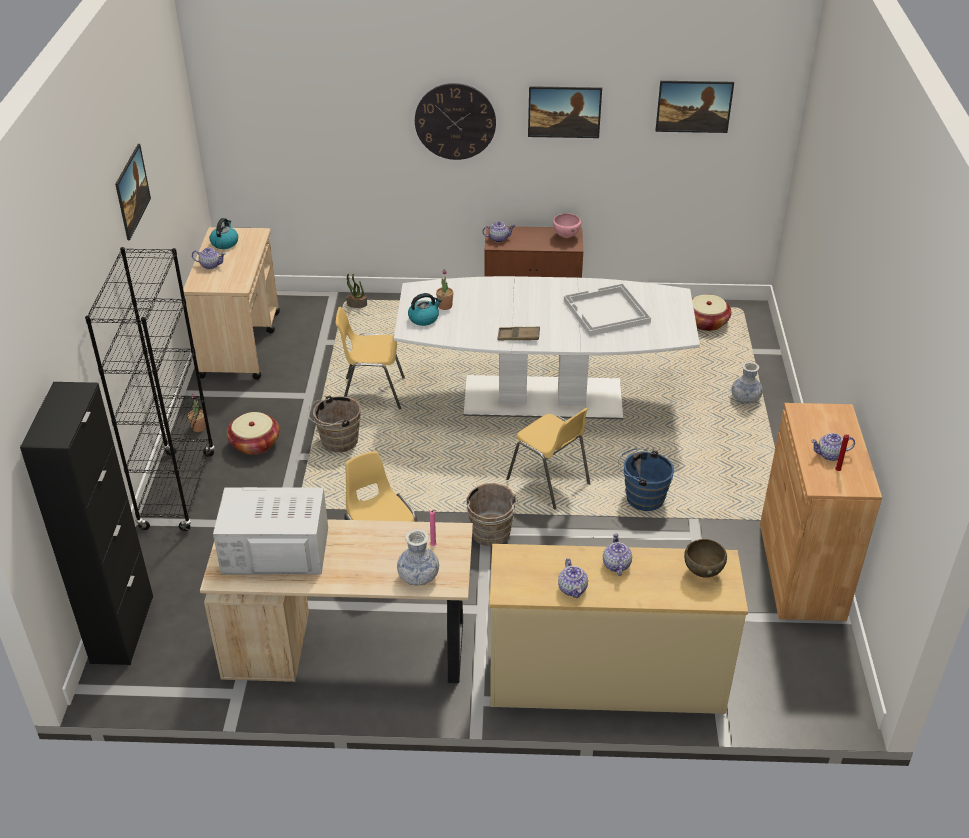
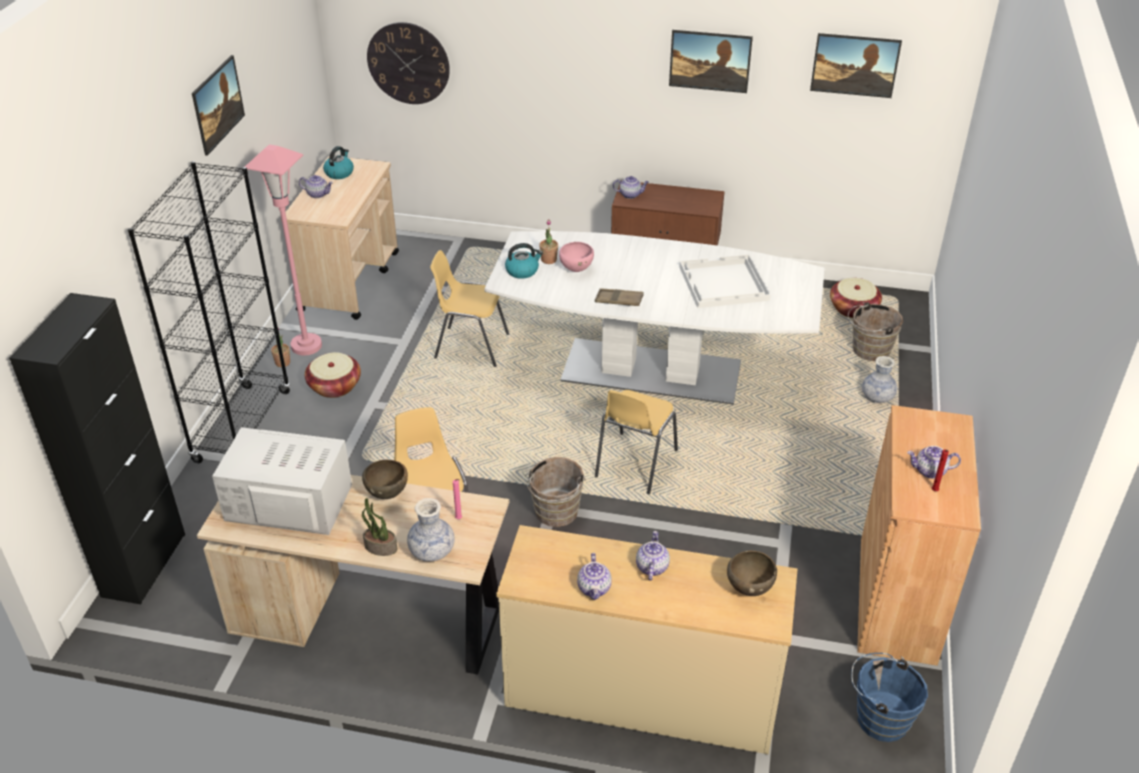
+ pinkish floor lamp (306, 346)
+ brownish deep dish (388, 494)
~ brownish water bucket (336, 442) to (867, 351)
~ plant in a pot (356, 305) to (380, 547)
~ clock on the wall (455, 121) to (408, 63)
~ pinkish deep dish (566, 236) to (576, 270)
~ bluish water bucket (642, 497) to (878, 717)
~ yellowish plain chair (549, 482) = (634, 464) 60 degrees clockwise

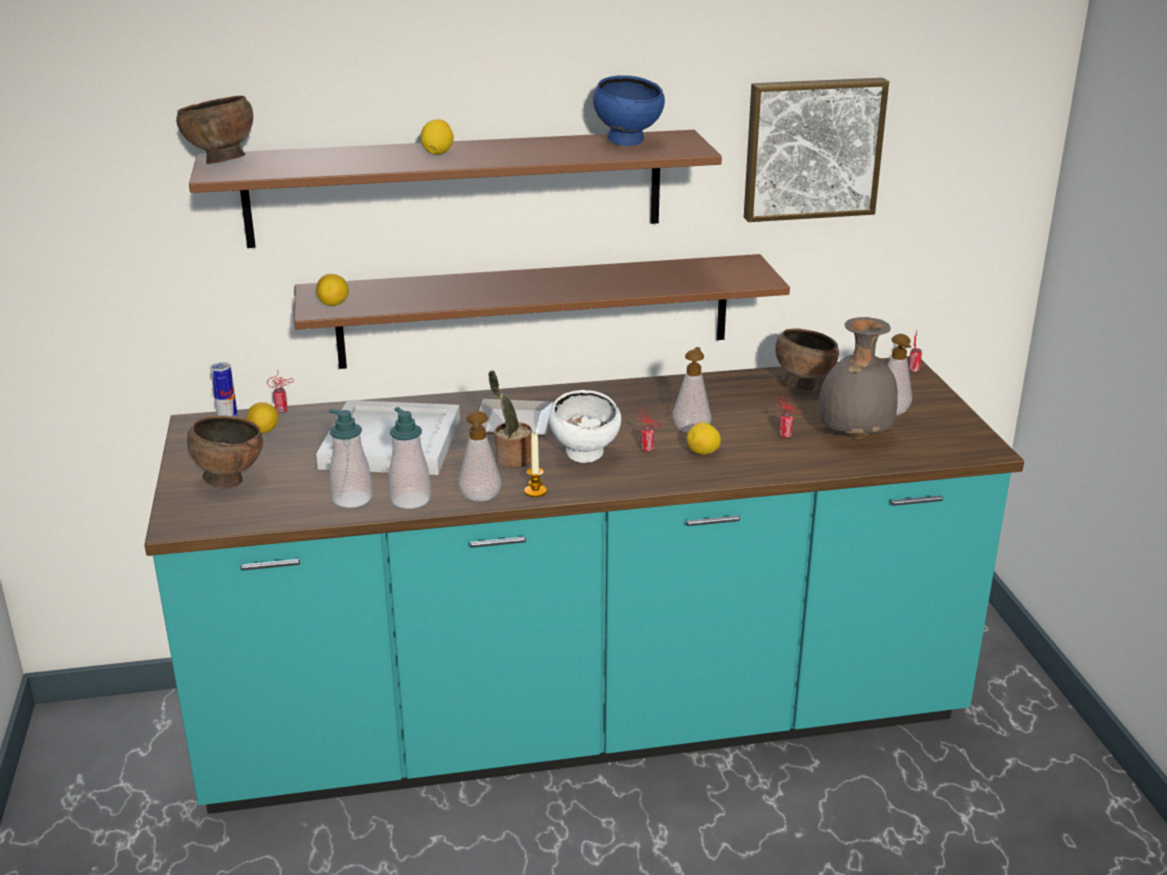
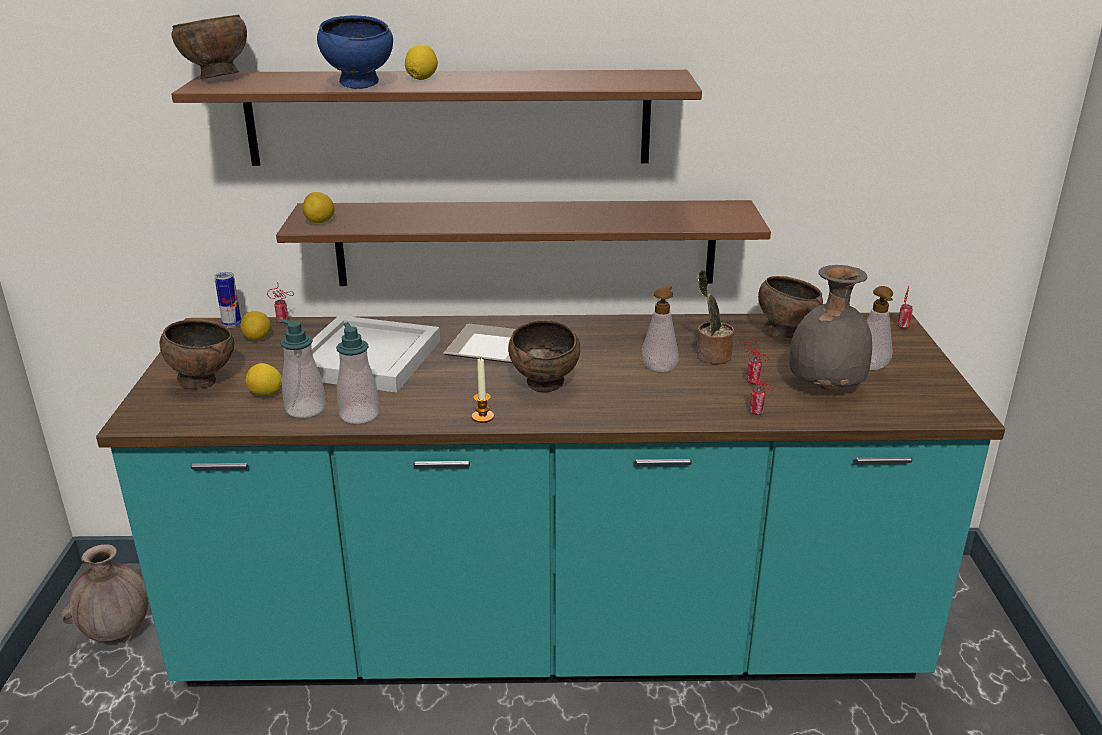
- liquid soap bottle (480, 499)
- picture (812, 148)
+ brownish flower vase (118, 634)
~ plant in a pot (511, 459) to (711, 357)
~ bluish deep dish (629, 143) to (361, 86)
~ sealed can (648, 450) to (757, 413)
~ citrus fruit (703, 453) to (266, 394)
~ whitish deep dish (586, 457) to brownish deep dish (546, 387)

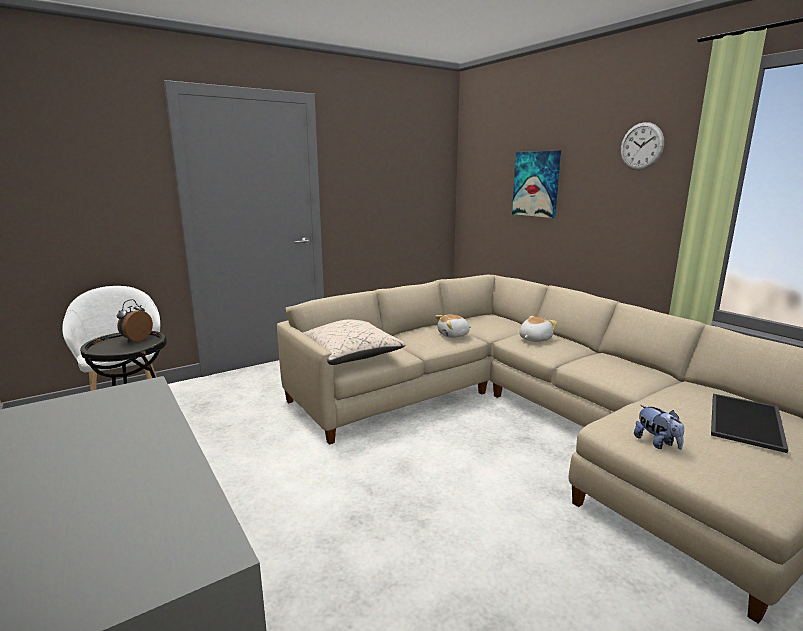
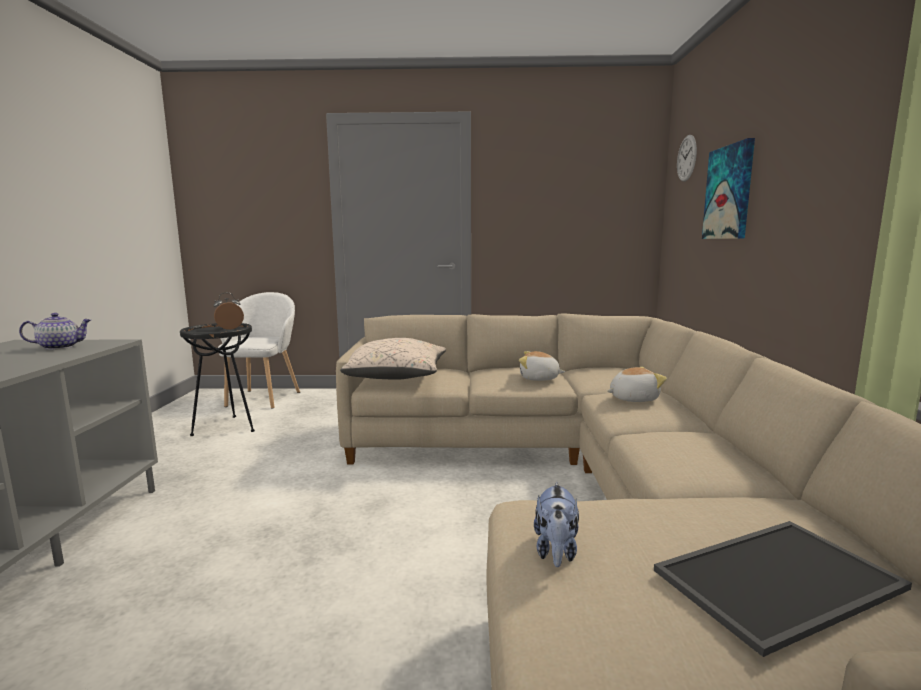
+ pot for tea (60, 347)
~ clock on the wall (641, 146) to (686, 158)

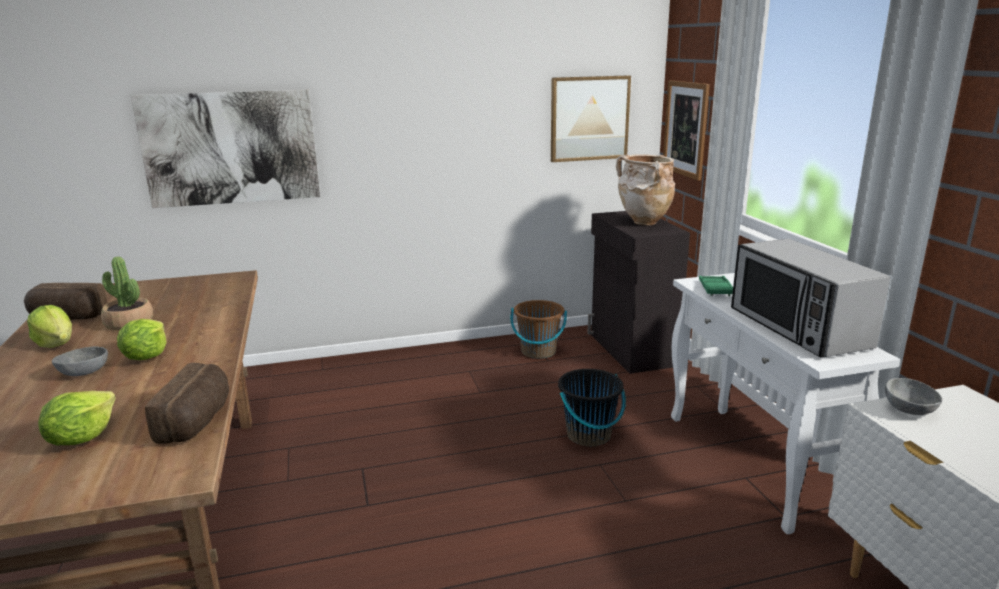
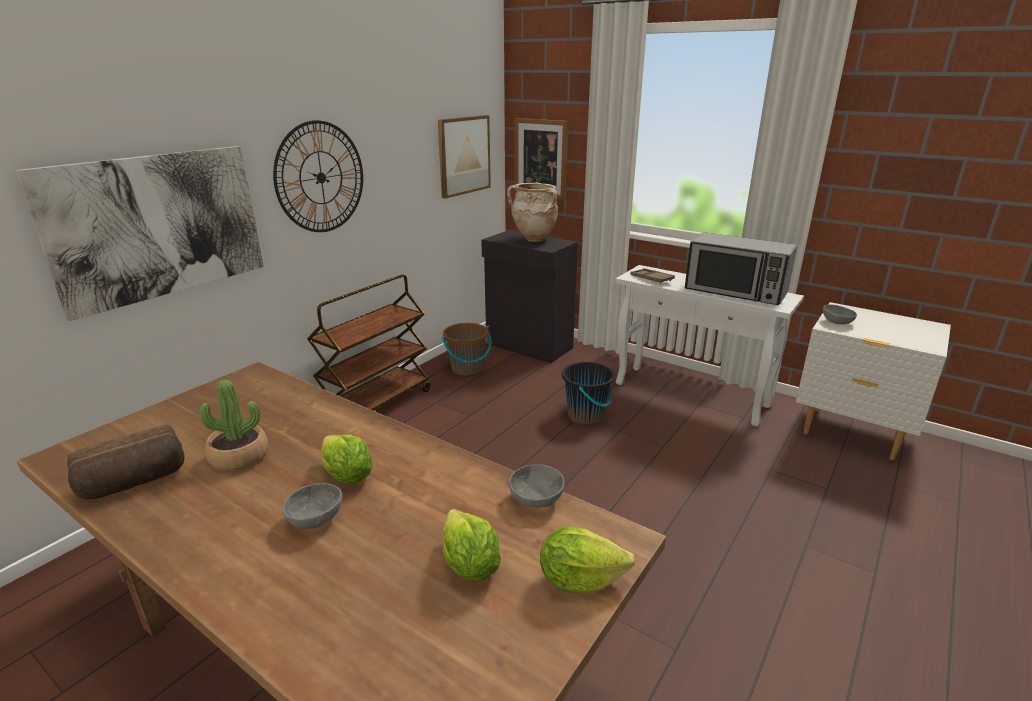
+ clock on the wall (321, 177)
+ brownish cart (377, 404)
~ head of lettuce (56, 344) to (579, 579)
~ bakery bread (198, 421) to gray deep dish (536, 500)
~ greenish tray (715, 289) to brownish tray (651, 279)

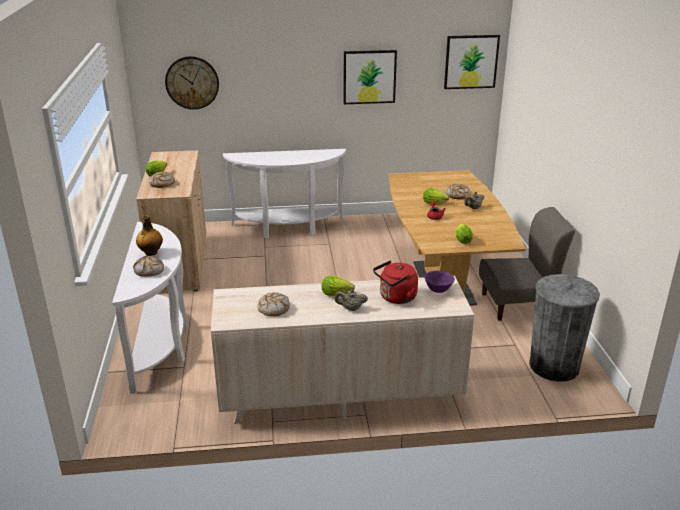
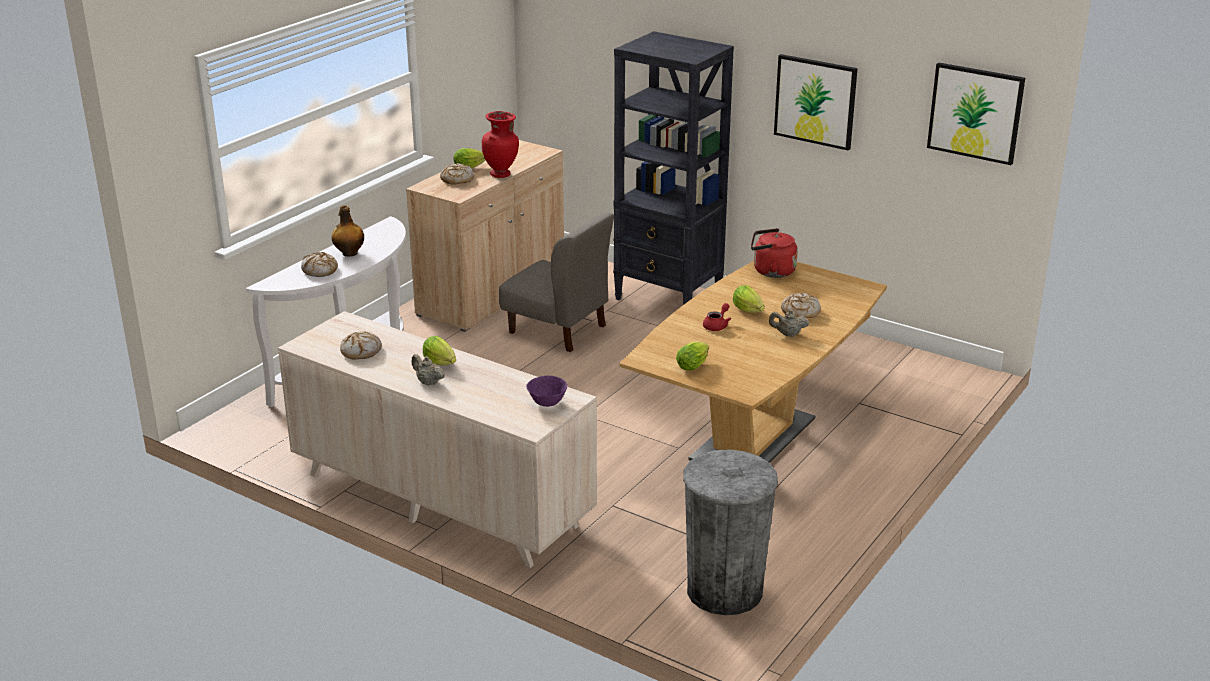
- clock on the wall (192, 82)
+ reddish flower vase (501, 175)
~ reddish water kettle (396, 298) to (771, 271)
~ gray plain chair (517, 305) to (558, 329)
~ whitish narrow table (288, 228) to black bookcase (669, 298)

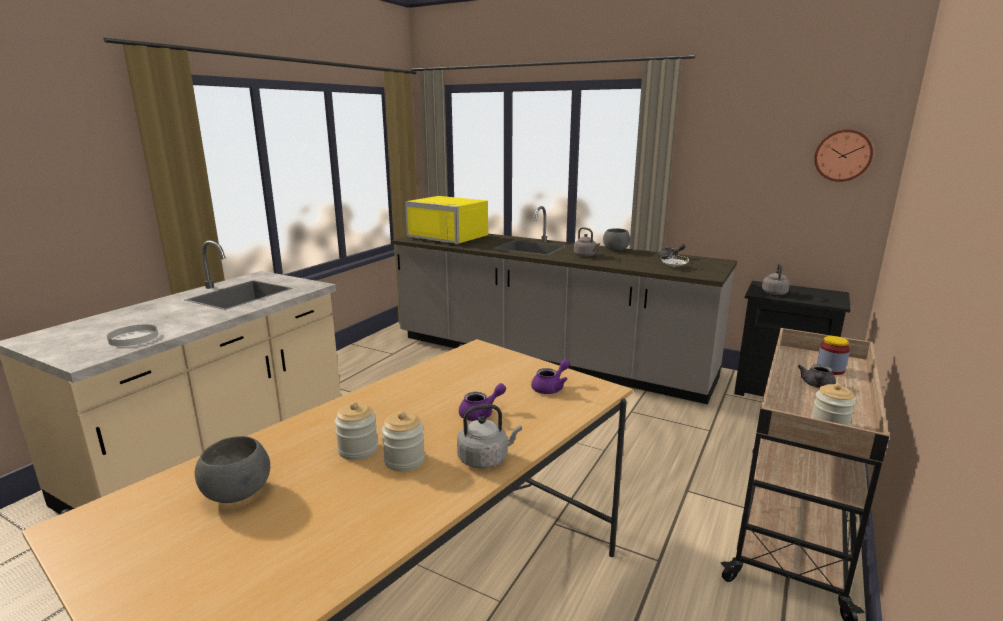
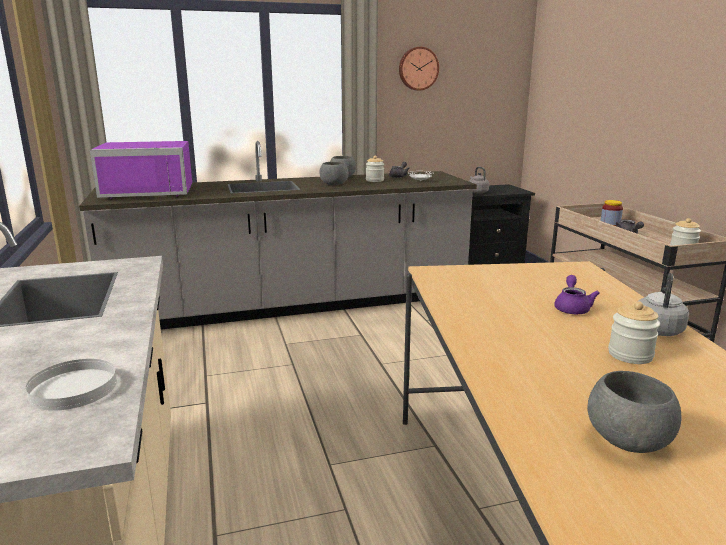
- purple-coloured pot for tea (551, 388)
~ preserve jar (358, 450) to (374, 180)
~ clock on the wall (843, 155) to (418, 68)
~ gray water kettle (586, 256) to gray deep dish (334, 185)
~ yellowish microwave oven (451, 237) to purple-coloured microwave oven (150, 191)

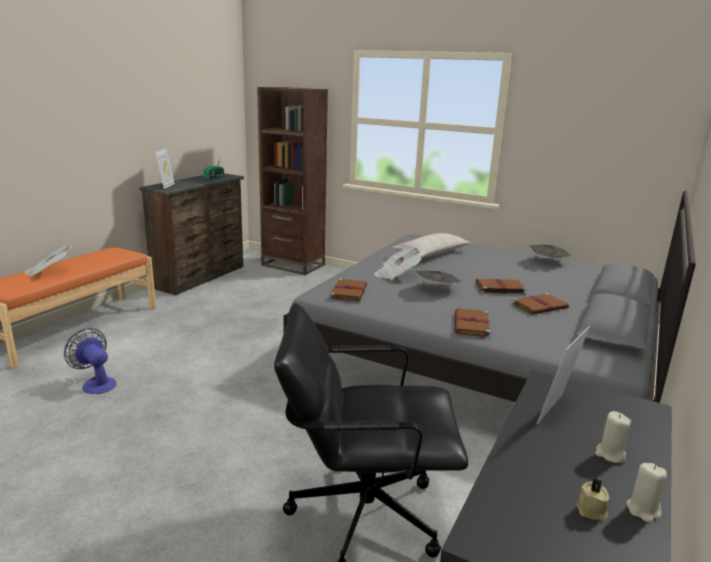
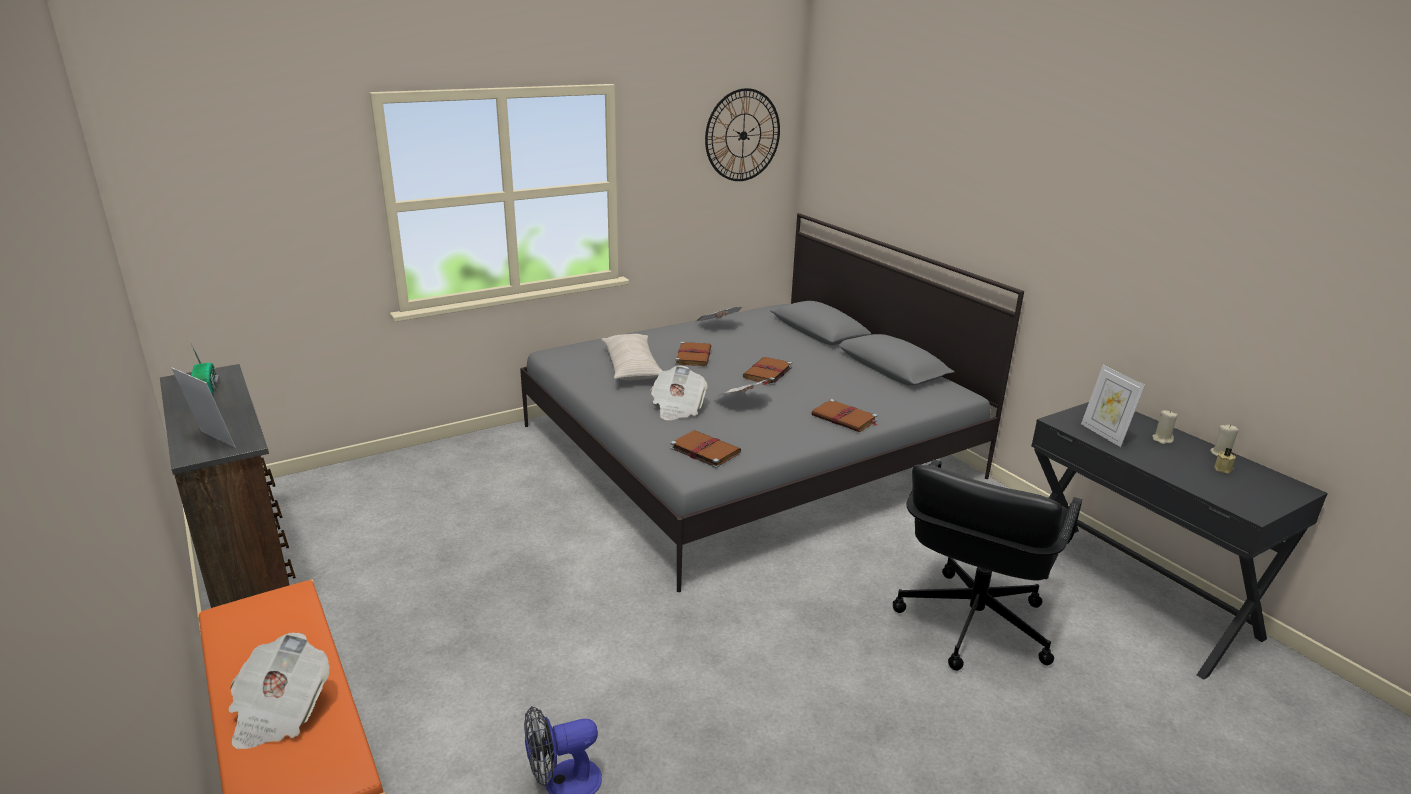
- brownish bookcase (293, 265)
+ clock on the wall (743, 135)
~ brownish bound book (540, 306) to (693, 356)

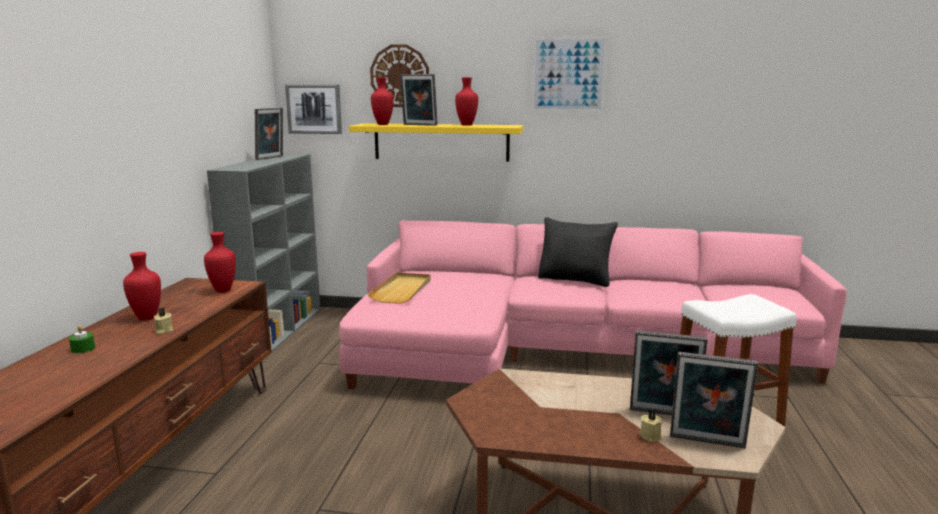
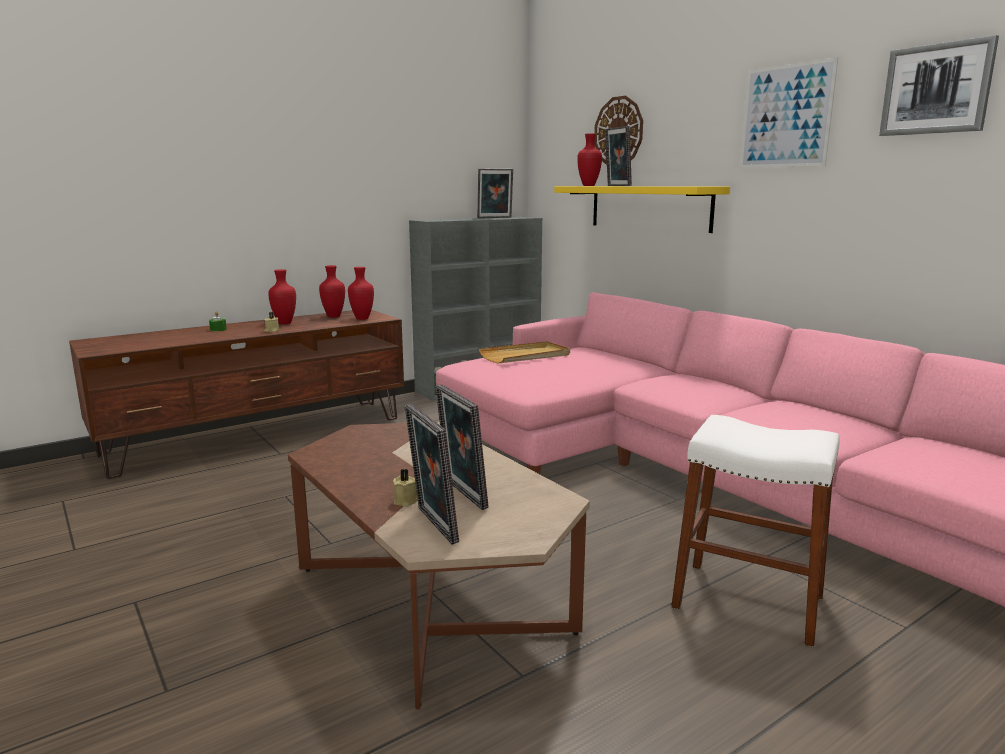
- black throw pillow (575, 280)
~ picture (314, 109) to (936, 89)
~ reddish flower vase (467, 125) to (334, 316)

